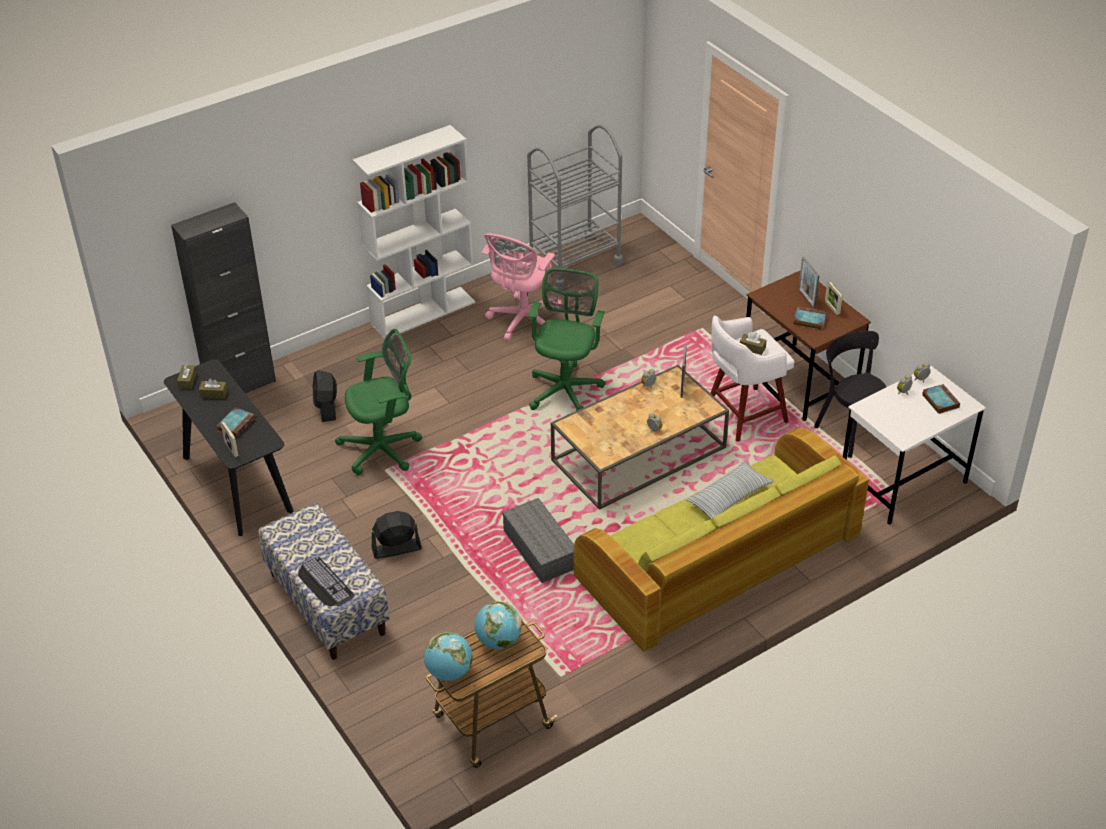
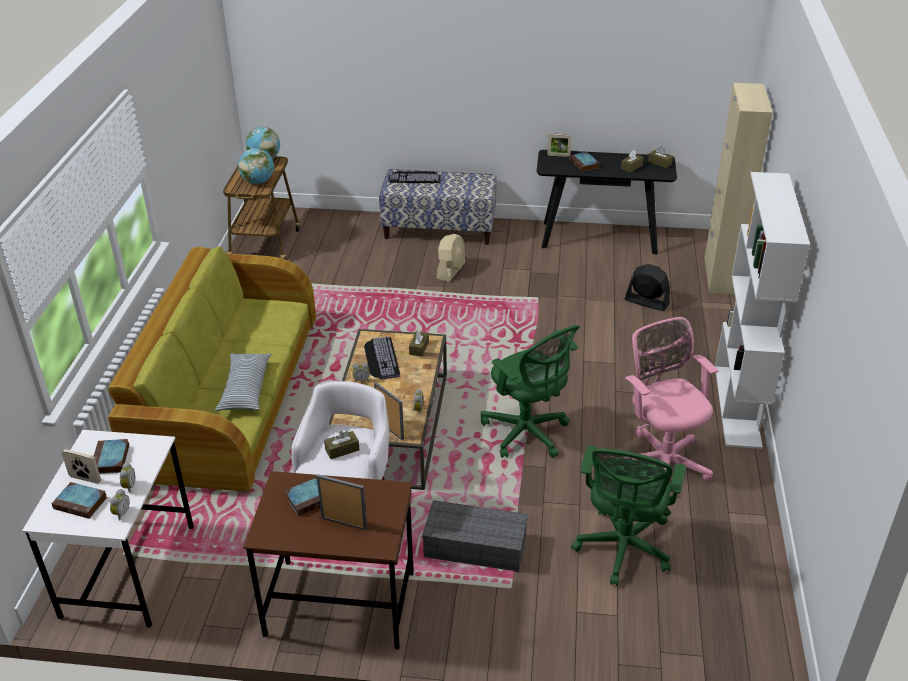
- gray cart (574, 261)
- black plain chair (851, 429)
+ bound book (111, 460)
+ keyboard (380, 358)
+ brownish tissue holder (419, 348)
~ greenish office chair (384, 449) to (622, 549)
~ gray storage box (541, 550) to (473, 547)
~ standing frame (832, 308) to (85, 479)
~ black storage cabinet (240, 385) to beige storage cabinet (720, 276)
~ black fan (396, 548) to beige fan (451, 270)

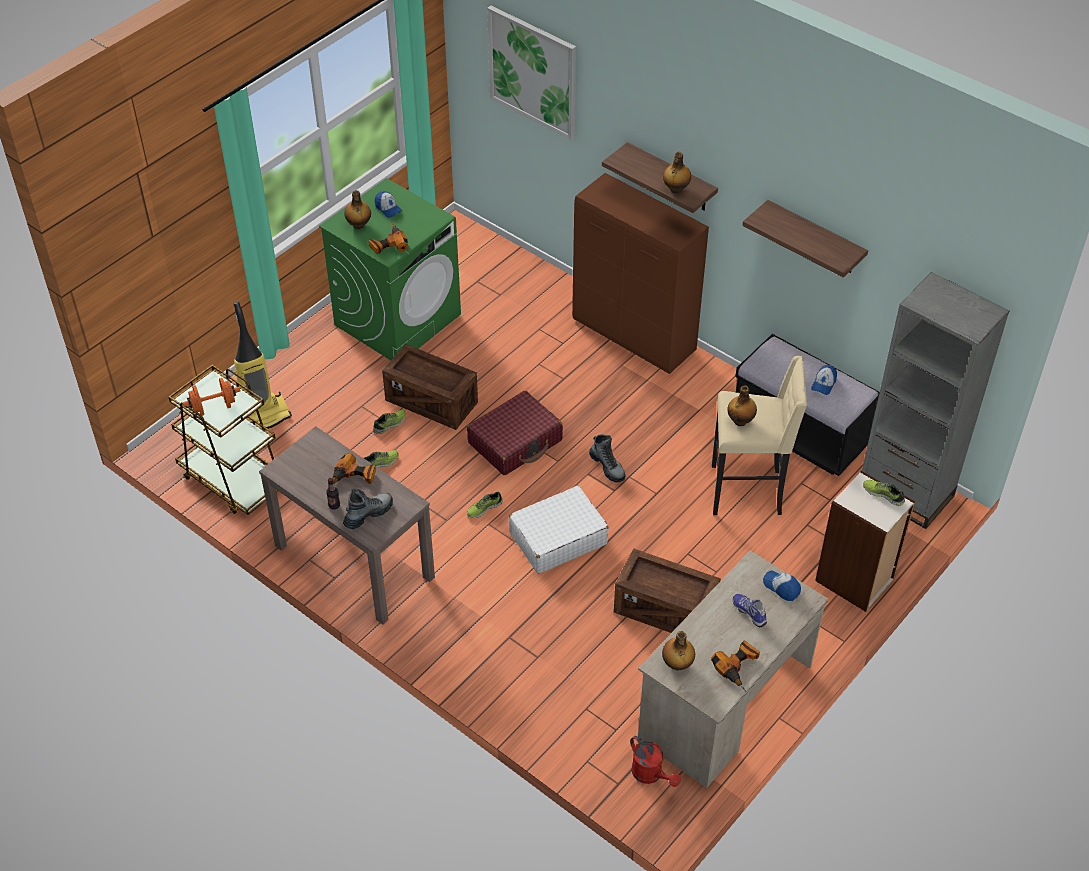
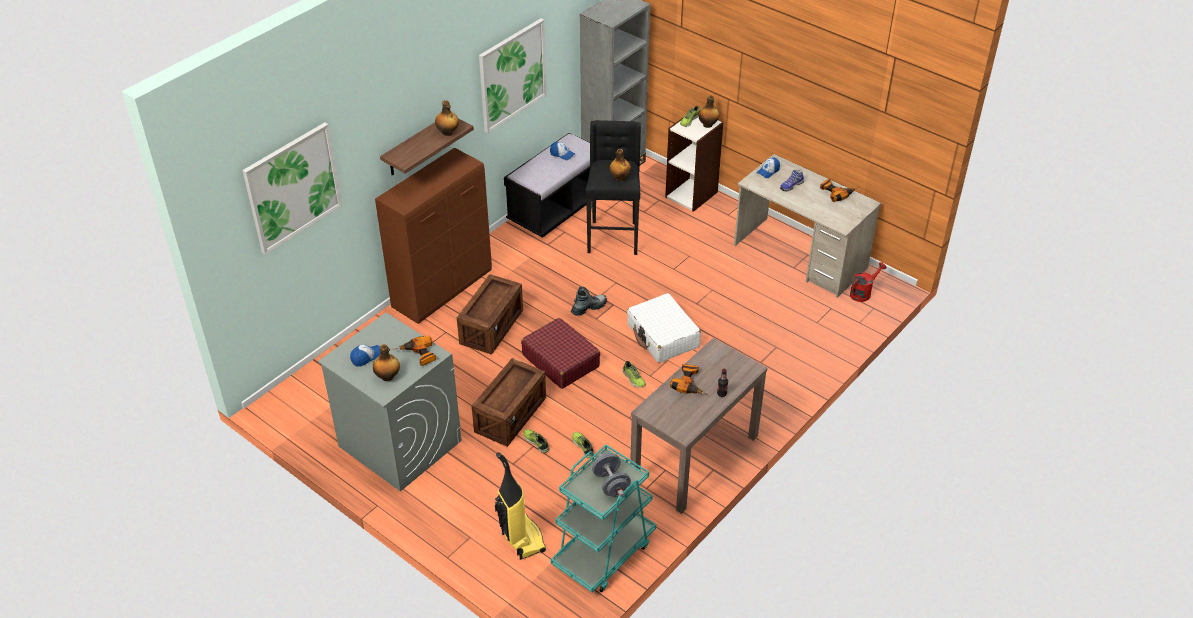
- boot (368, 514)
~ crate (665, 610) to (491, 327)
~ bottle (677, 664) to (708, 125)
~ shelf (814, 238) to picture (512, 75)
~ brownish cart (233, 479) to blue-green cart (603, 552)
~ orange dumbbell (214, 407) to gray dumbbell (611, 484)
~ greenish laundry machine (398, 319) to gray laundry machine (399, 443)
~ beige stool seat (748, 491) to black stool seat (613, 237)

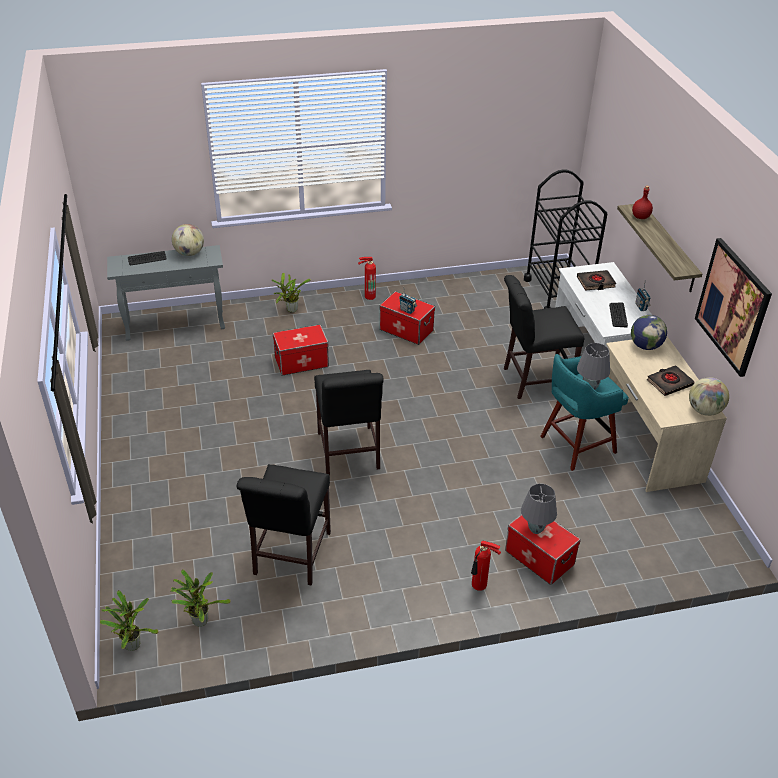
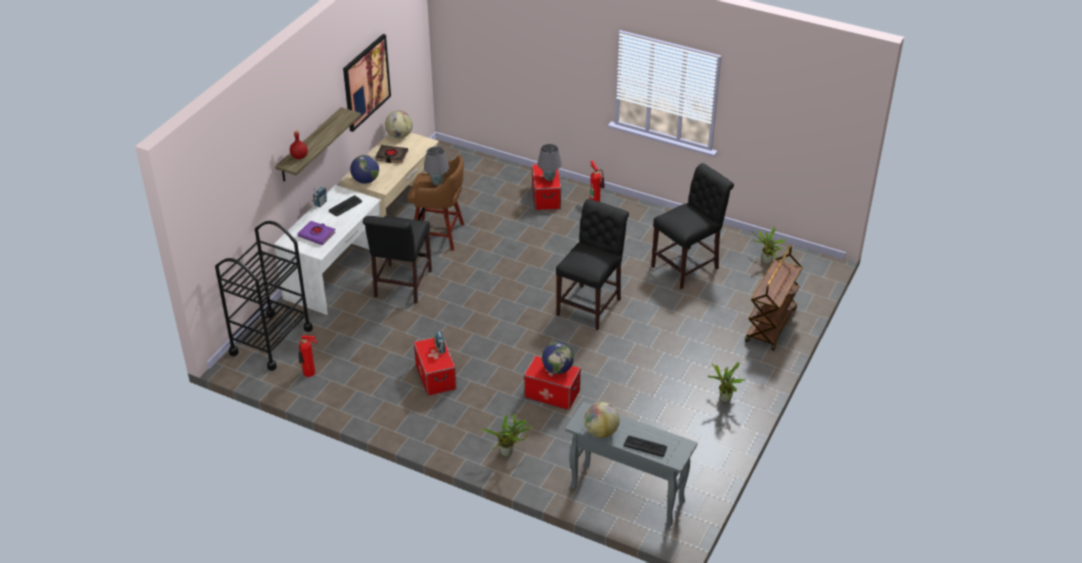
+ desk globe (557, 369)
+ brownish cart (771, 326)
~ plant in a pot (132, 643) to (724, 400)
~ fire-fighting cylinder (368, 296) to (309, 374)
~ blue-green stool seat (575, 445) to brownish stool seat (439, 235)
~ black bound book (596, 282) to purple-coloured bound book (317, 235)
~ black plain chair (533, 380) = (401, 286) 75 degrees clockwise

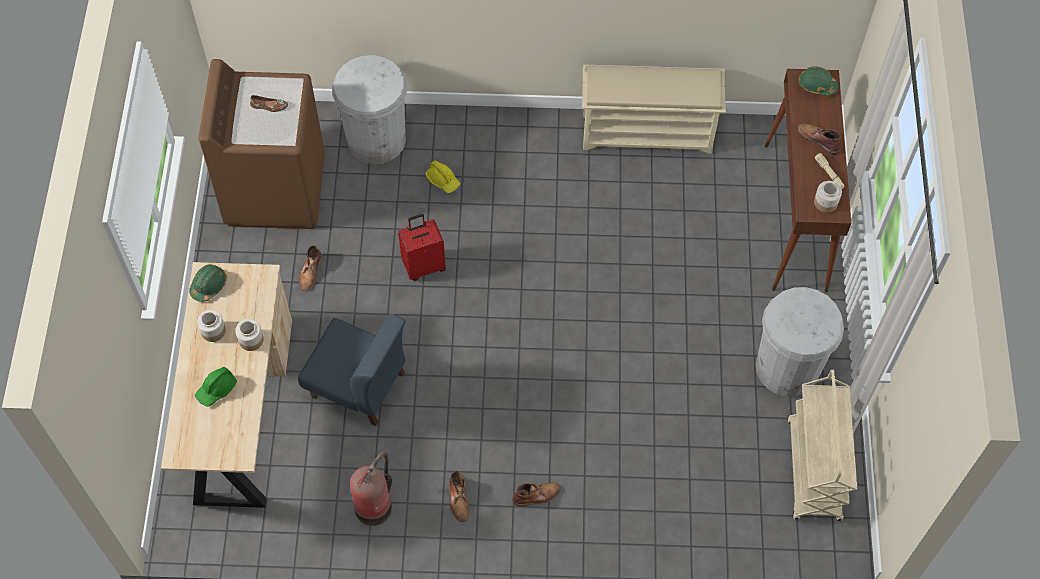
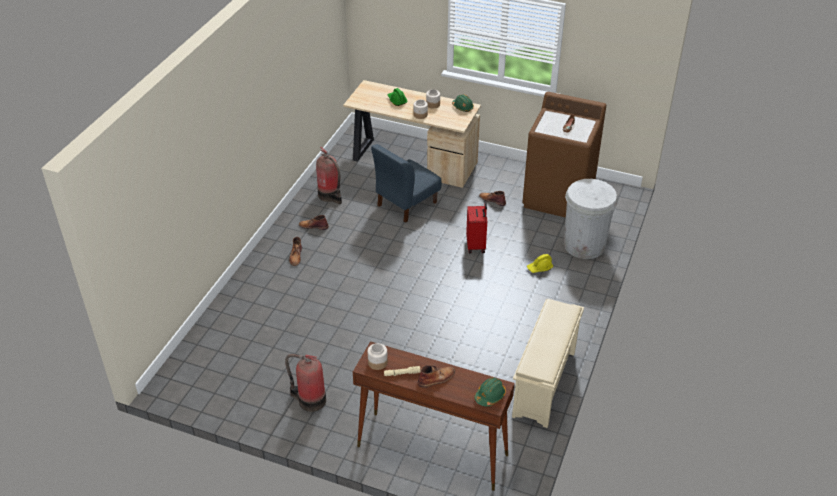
- beige cart (814, 470)
~ whitish waste bin (787, 367) to fire-fighting cylinder (310, 400)

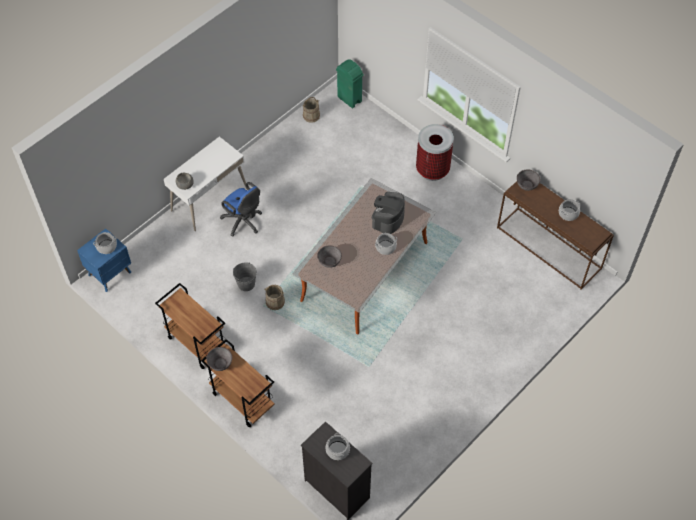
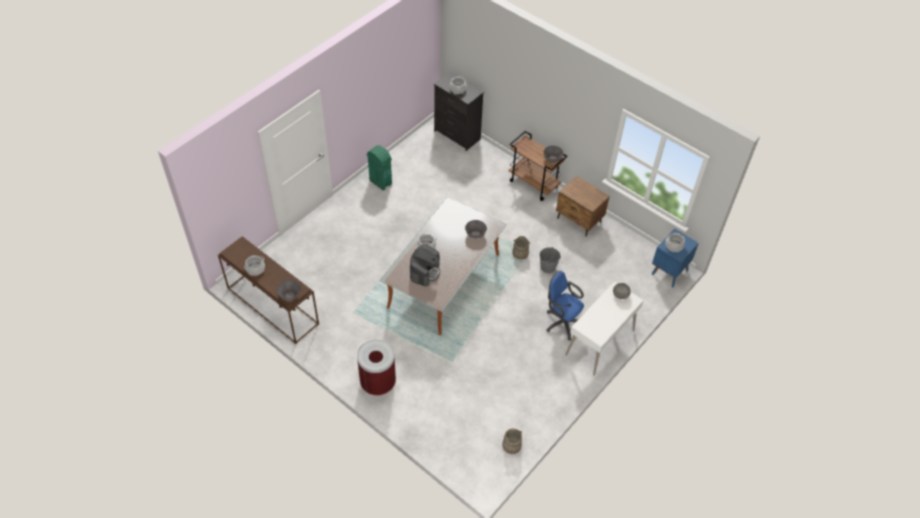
~ greenish waste bin (349, 99) to (380, 182)
~ brownish cart (196, 343) to brownish night table (579, 220)

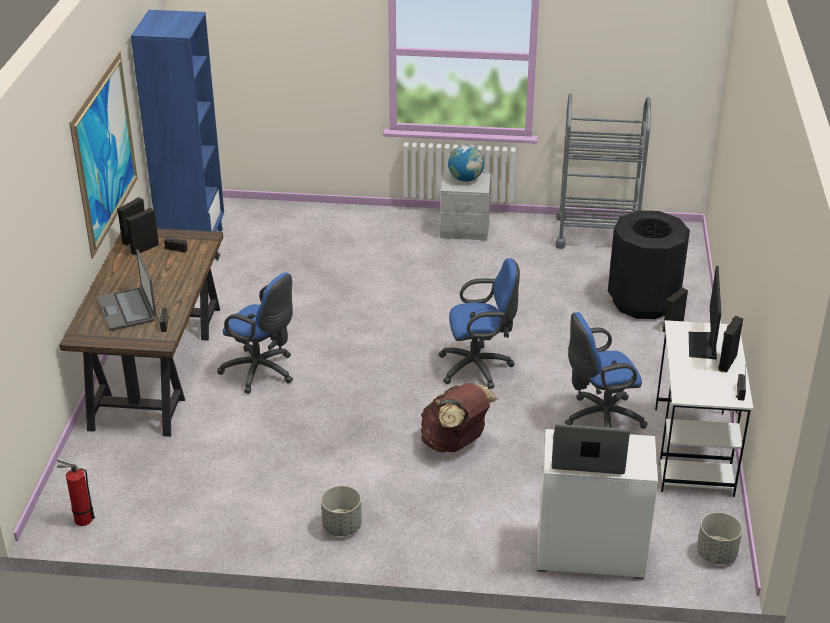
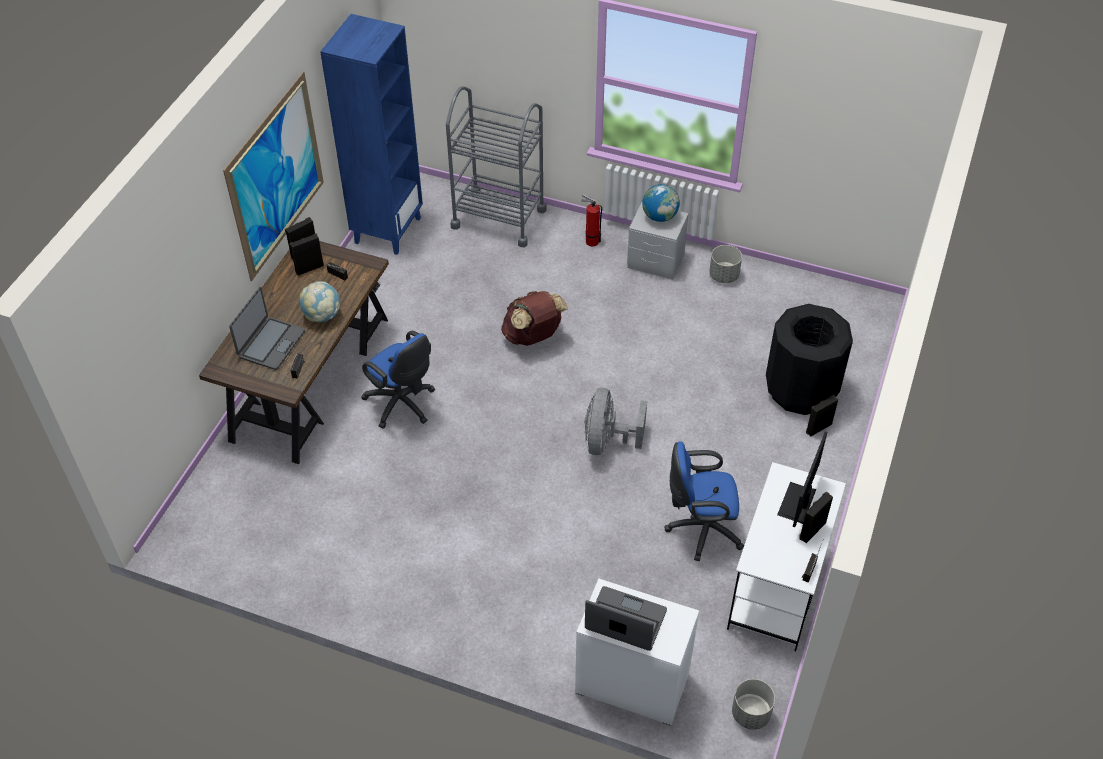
+ desk globe (322, 315)
~ fire-fighting cylinder (81, 519) to (590, 241)
~ gray flower pot (341, 527) to (723, 276)
~ brownish backpack (455, 443) to (533, 336)
~ gray cart (597, 234) to (499, 218)
~ bluish office chair (479, 367) to gray fan (607, 441)
~ portable computer (128, 310) = (271, 344) 150 degrees counterclockwise

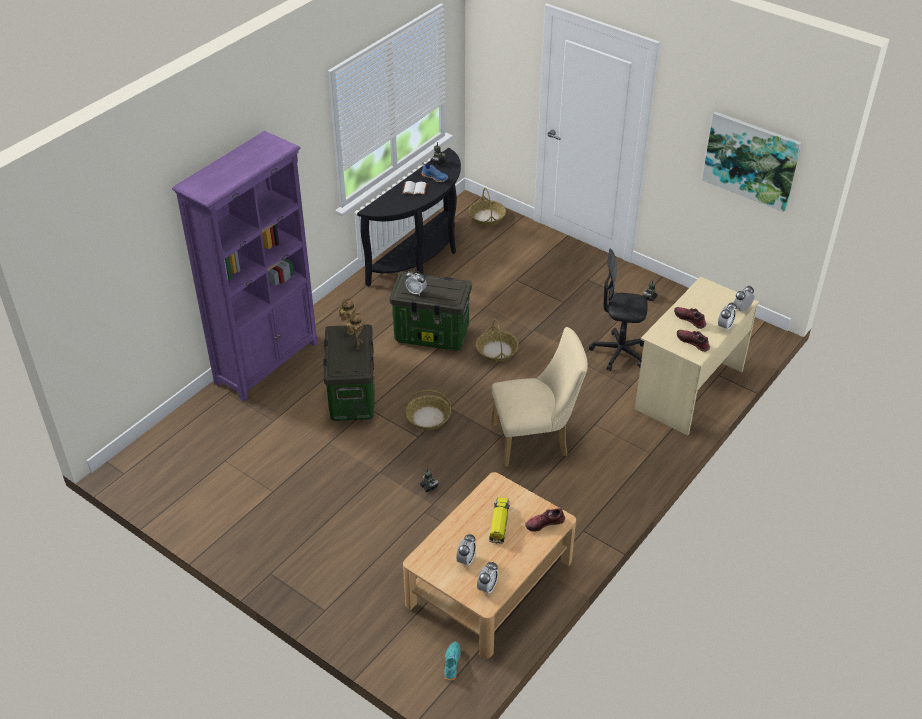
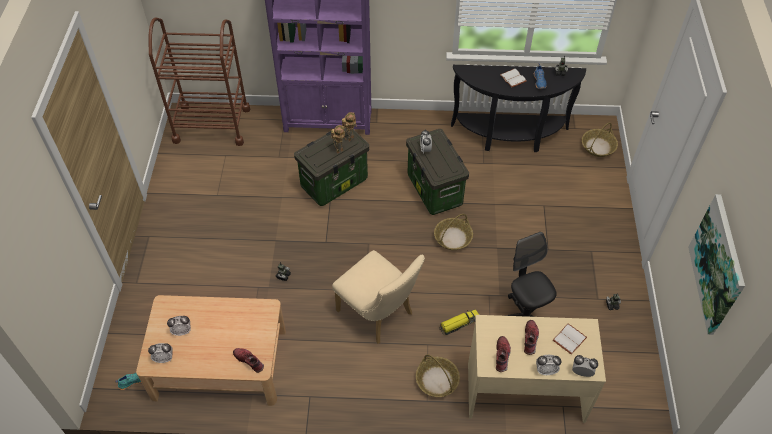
+ brownish cart (212, 125)
+ whitish bound book (569, 338)
~ storage basket (428, 418) to (436, 380)
~ model truck (499, 524) to (459, 324)

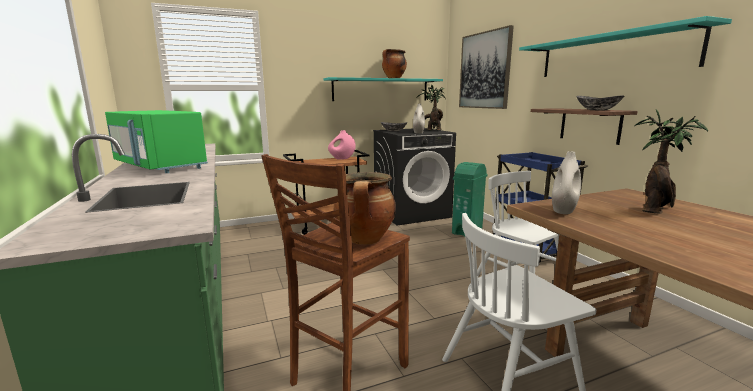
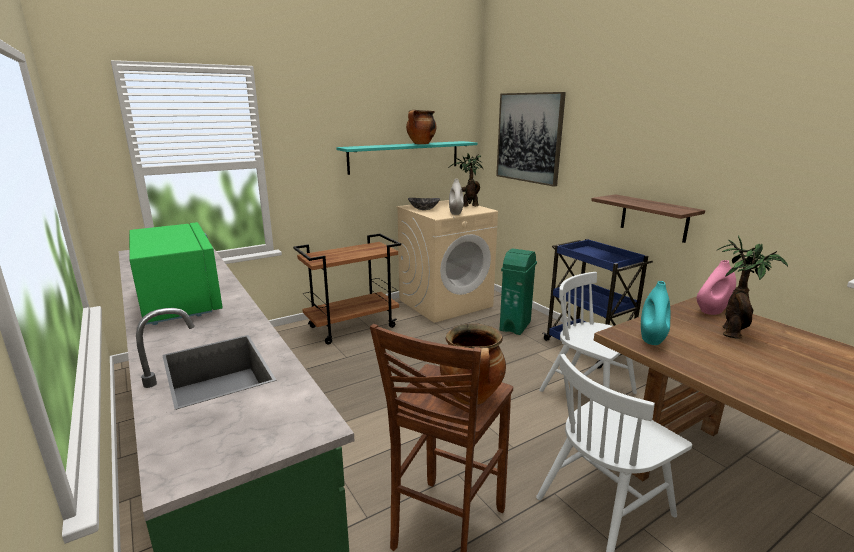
- blue-green shelf (611, 55)
- deep dish (597, 110)
~ pinkish flower vase (342, 158) to (712, 311)
~ black laundry machine (412, 213) to beige laundry machine (445, 303)
~ whitish flower vase (563, 211) to blue-green flower vase (652, 339)
~ greenish microwave oven (160, 166) = (180, 301) 150 degrees counterclockwise

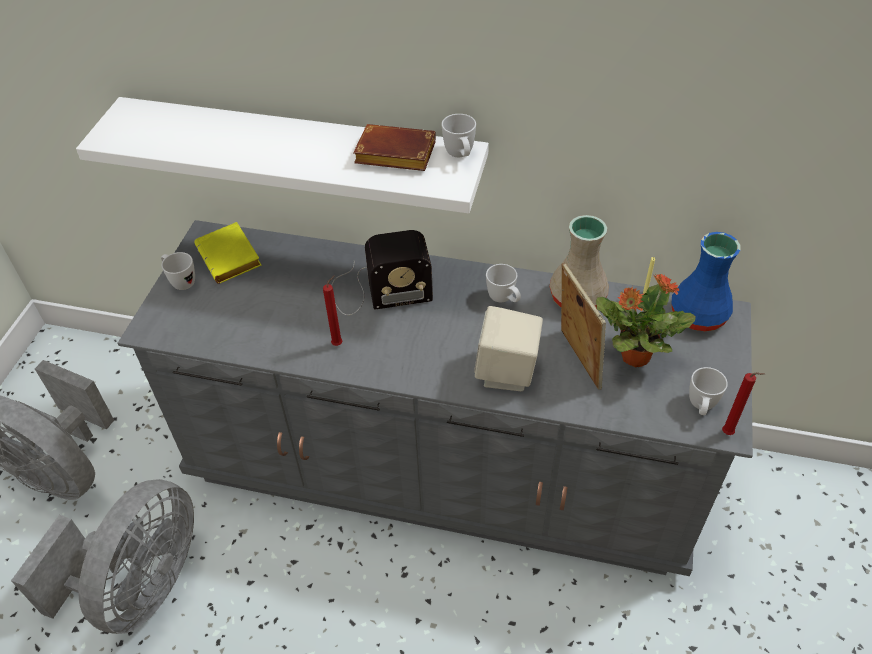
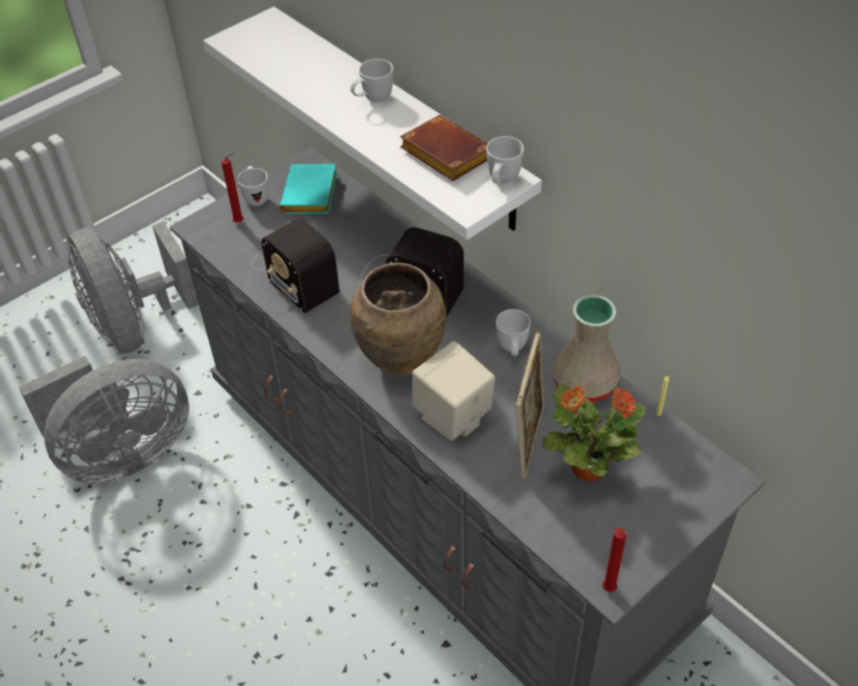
- bluish flower vase (697, 315)
+ radio set (294, 271)
+ brownish flower vase (402, 360)
~ reddish candle (339, 343) to (240, 222)
~ whitish tea mug (701, 407) to (372, 100)
~ yellowish bound book (231, 258) to blue-green bound book (312, 195)

